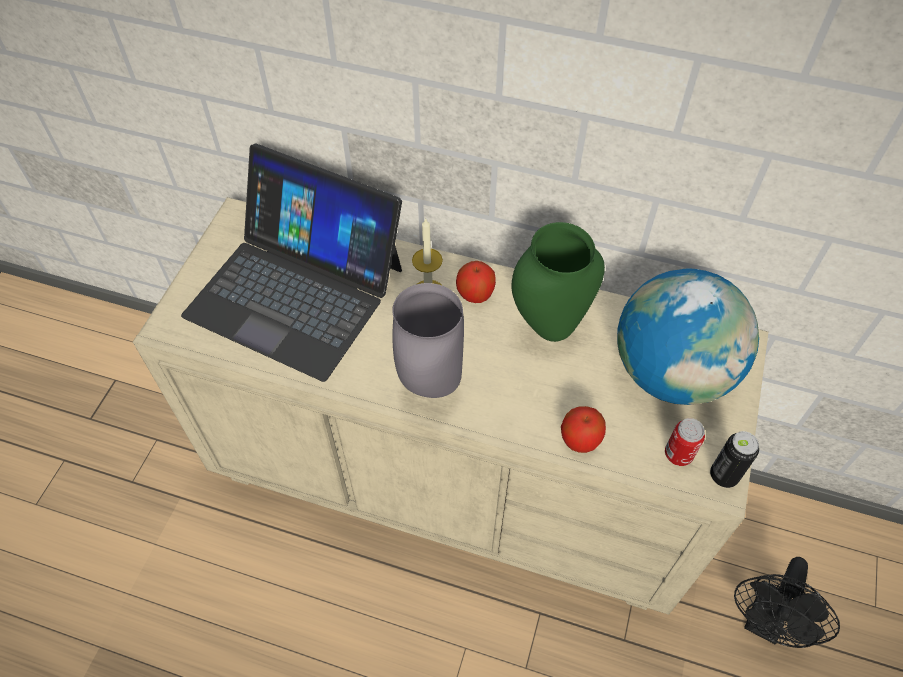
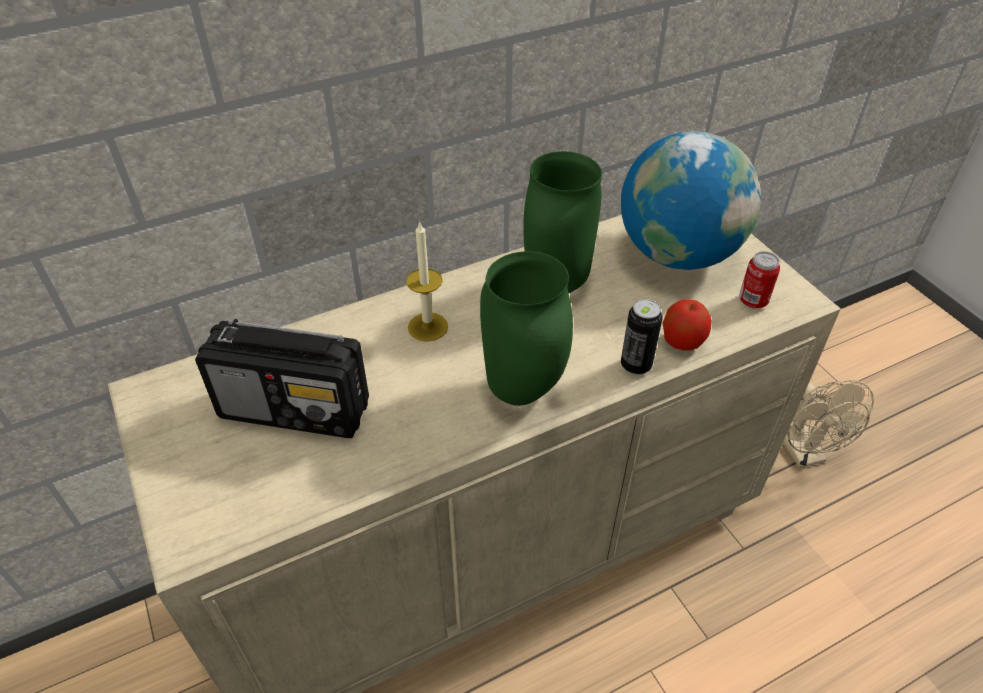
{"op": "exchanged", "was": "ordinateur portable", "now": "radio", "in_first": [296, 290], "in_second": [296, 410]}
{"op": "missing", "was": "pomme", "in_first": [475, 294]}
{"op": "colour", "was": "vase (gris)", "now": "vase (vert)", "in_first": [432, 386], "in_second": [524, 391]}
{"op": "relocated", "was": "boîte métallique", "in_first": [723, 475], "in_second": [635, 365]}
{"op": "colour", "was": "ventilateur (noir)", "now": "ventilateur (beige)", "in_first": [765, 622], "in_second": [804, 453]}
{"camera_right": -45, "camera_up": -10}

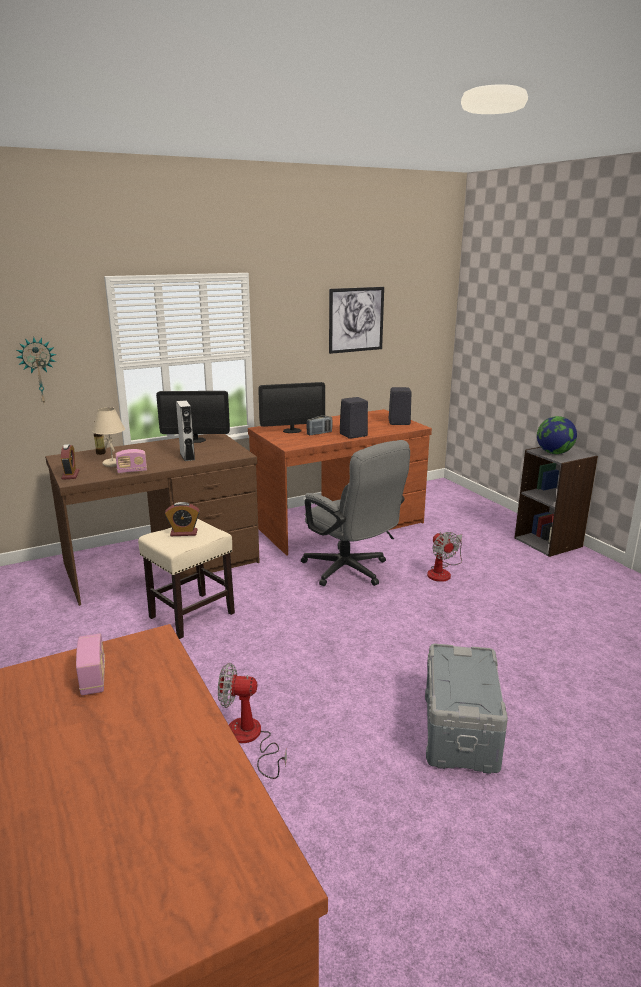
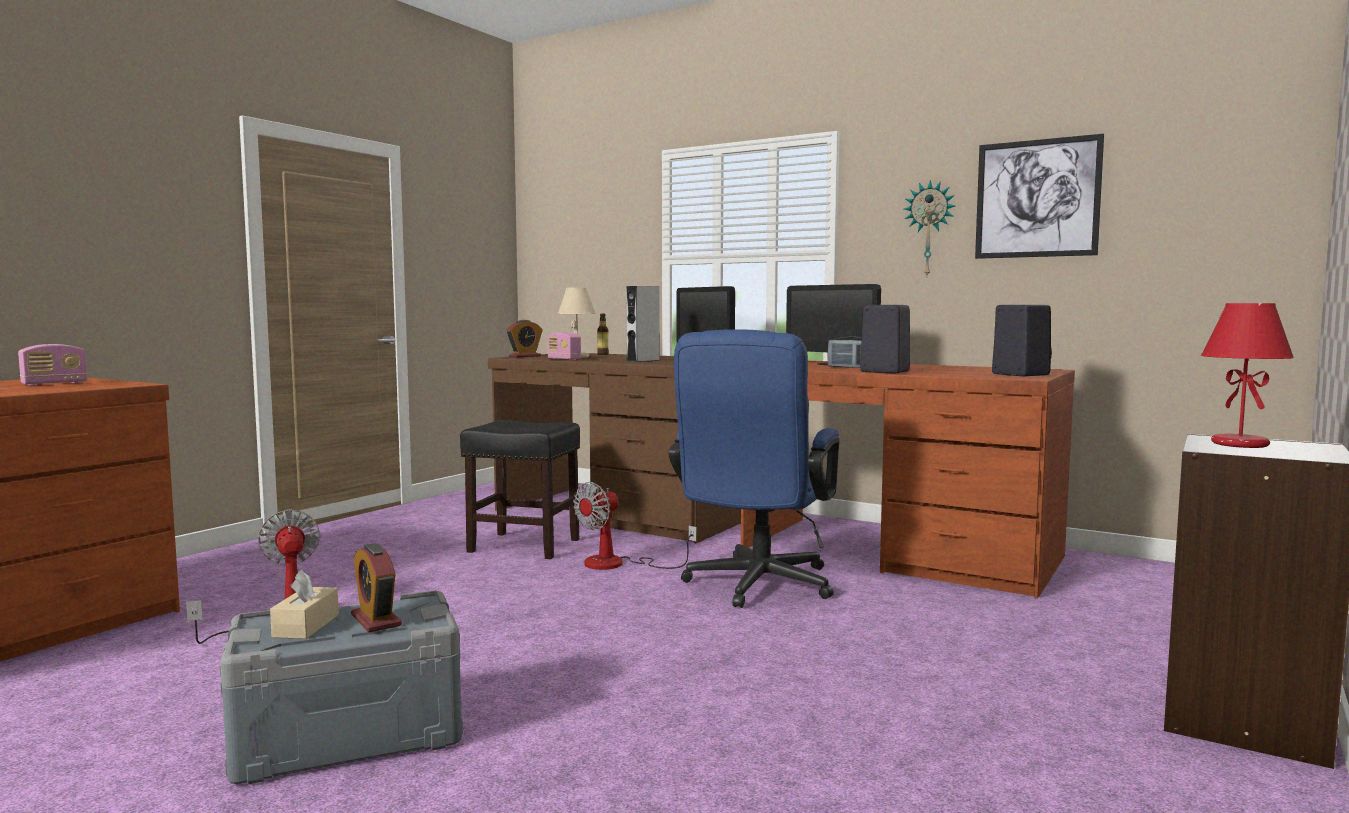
{"op": "relocated", "was": "horloge murale", "in_first": [38, 370], "in_second": [929, 229]}
{"op": "exchanged", "was": "globe", "now": "lampe de table (rouge)", "in_first": [554, 453], "in_second": [1238, 444]}
{"op": "colour", "was": "chaise de bureau (gris)", "now": "chaise de bureau (bleu)", "in_first": [351, 572], "in_second": [755, 587]}
{"op": "relocated", "was": "réveil", "in_first": [184, 533], "in_second": [376, 620]}
{"op": "colour", "was": "tabouret (beige)", "now": "tabouret (noir)", "in_first": [191, 615], "in_second": [522, 545]}
{"op": "relocated", "was": "ventilateur", "in_first": [442, 572], "in_second": [618, 564]}
{"op": "appeared", "now": "boîte à mouchoirs (beige)", "in_second": [306, 626]}
{"camera_right": 60, "camera_up": -15}

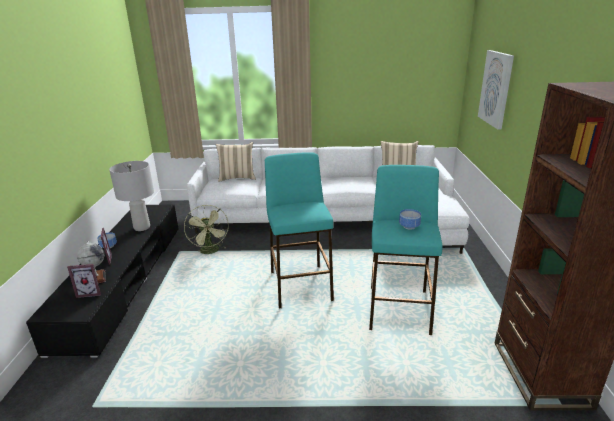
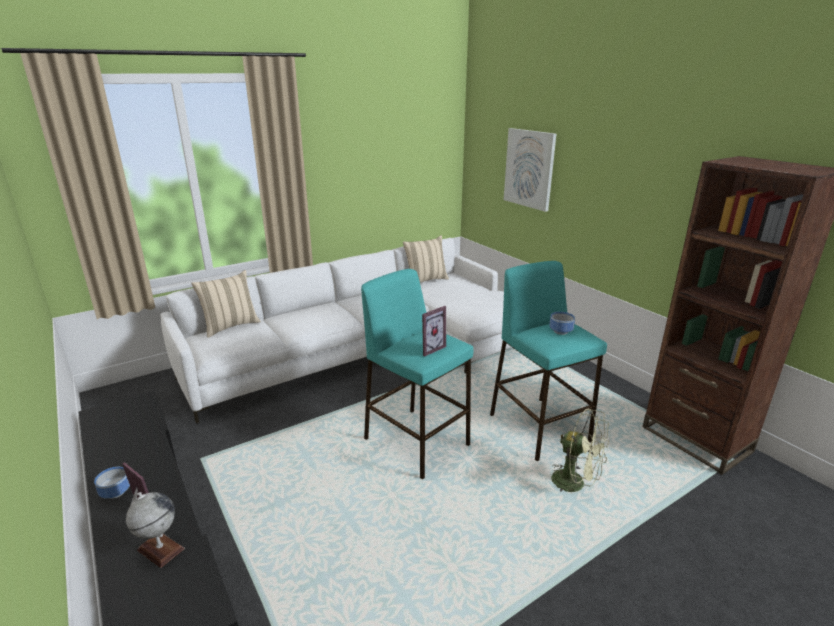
{"op": "missing", "was": "lampe de table (gris)", "in_first": [142, 227]}
{"op": "relocated", "was": "ventilateur (vert)", "in_first": [211, 252], "in_second": [575, 483]}
{"op": "relocated", "was": "cadre photo", "in_first": [90, 292], "in_second": [429, 348]}
{"camera_right": -35, "camera_up": 0}

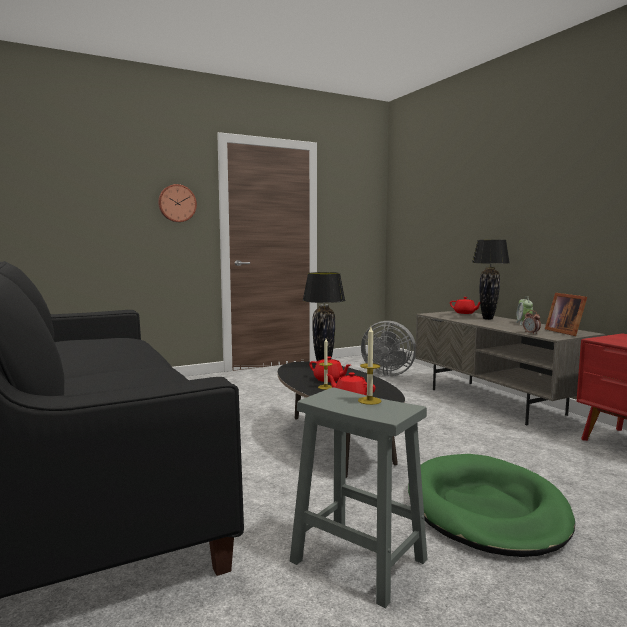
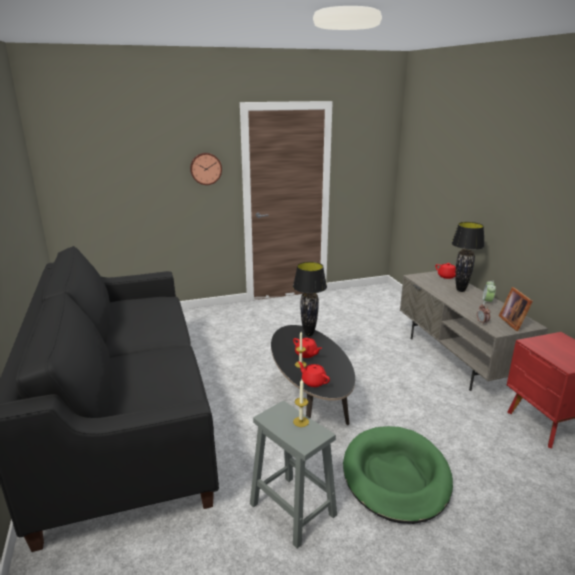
{"op": "missing", "was": "ventilateur (gris)", "in_first": [387, 373]}
{"camera_right": 10, "camera_up": 15}

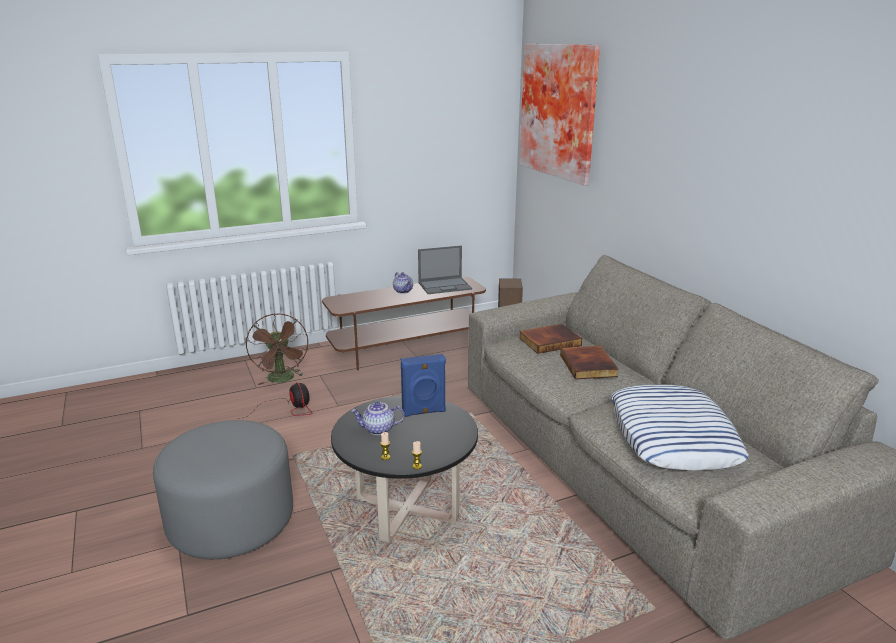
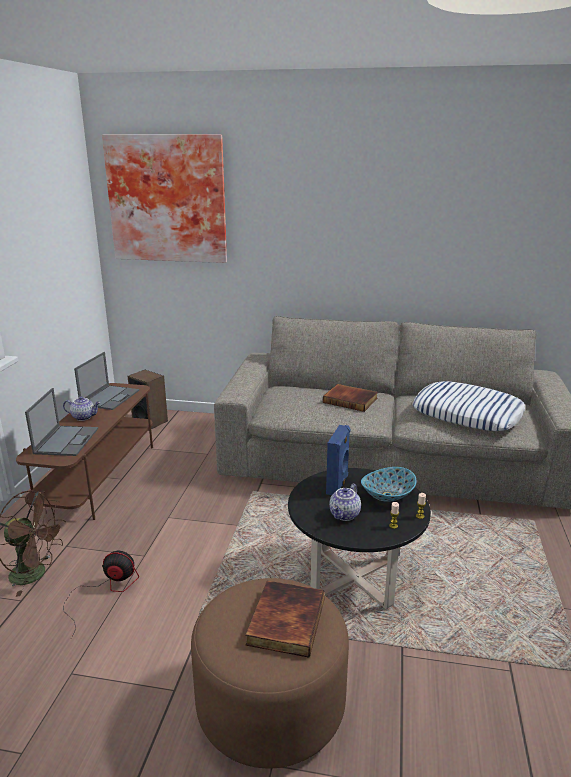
{"op": "relocated", "was": "livre", "in_first": [549, 341], "in_second": [284, 620]}
{"op": "colour", "was": "pouf (gris)", "now": "pouf (marron)", "in_first": [231, 521], "in_second": [271, 703]}
{"op": "appeared", "now": "ordinateur portable", "in_second": [66, 440]}
{"op": "appeared", "now": "bol", "in_second": [388, 496]}
{"camera_right": -55, "camera_up": 0}

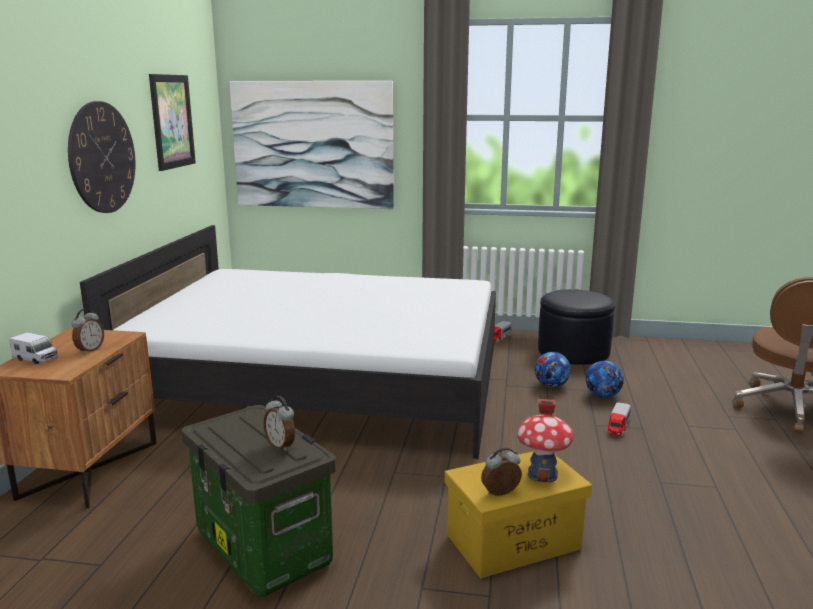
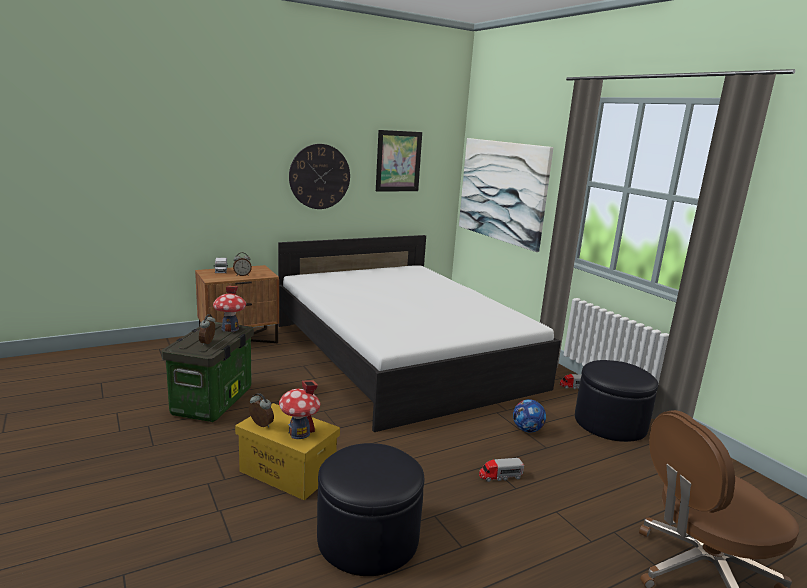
{"op": "missing", "was": "ballon de foot", "in_first": [603, 395]}
{"op": "appeared", "now": "maison miniature", "in_second": [230, 329]}
{"op": "appeared", "now": "pouf (noir)", "in_second": [368, 538]}
{"camera_right": 50, "camera_up": 0}

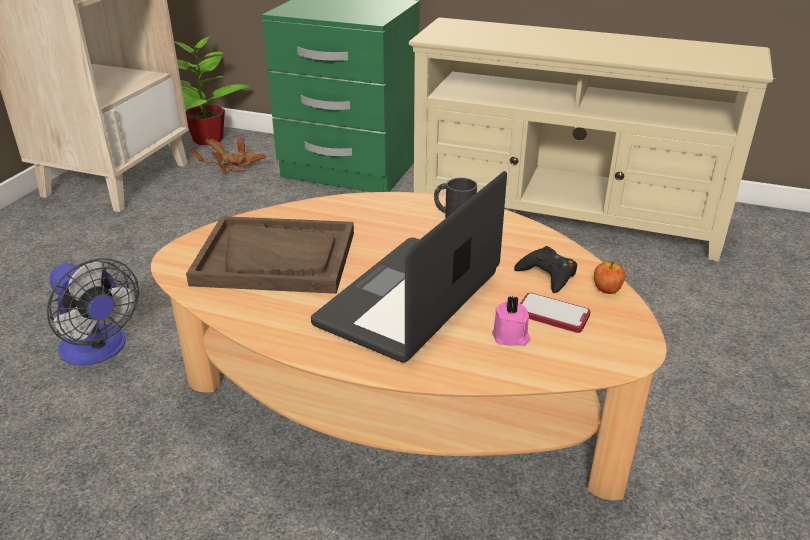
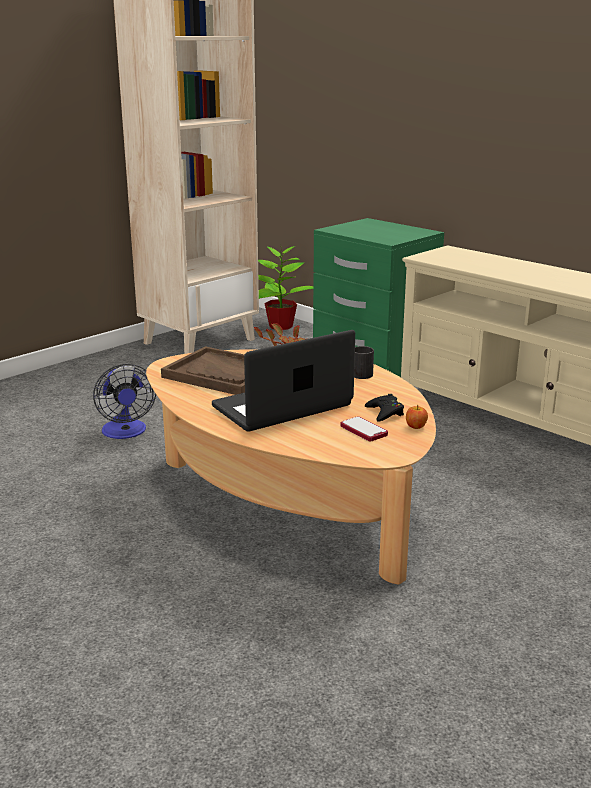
{"op": "missing", "was": "bougie (rose)", "in_first": [511, 337]}
{"camera_right": 25, "camera_up": -10}

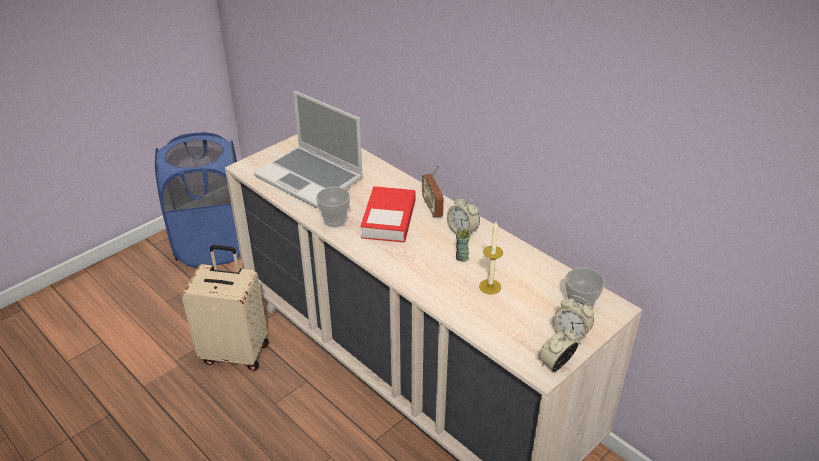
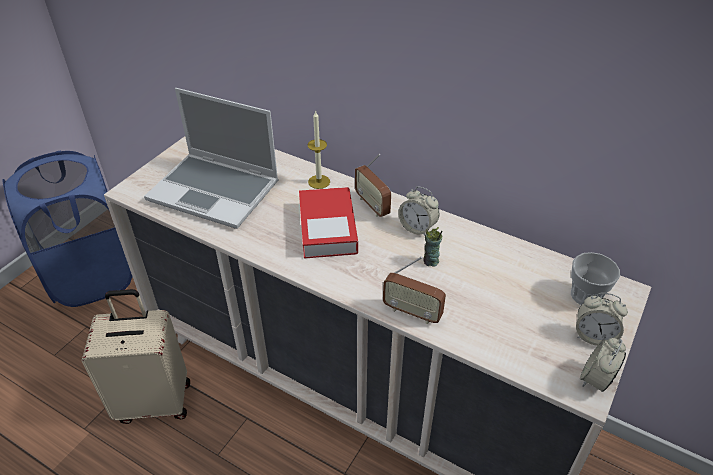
{"op": "missing", "was": "tasse", "in_first": [334, 220]}
{"op": "relocated", "was": "bougie", "in_first": [490, 286], "in_second": [319, 182]}
{"op": "appeared", "now": "radio", "in_second": [412, 312]}
{"camera_right": -15, "camera_up": 5}

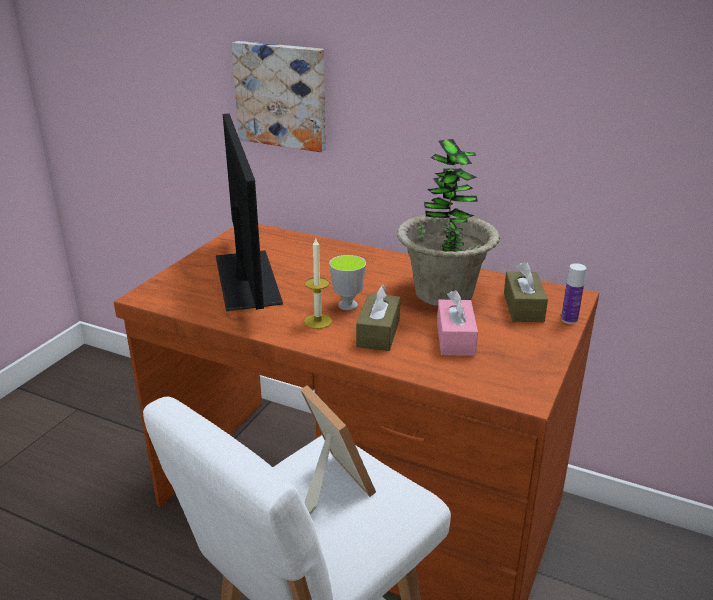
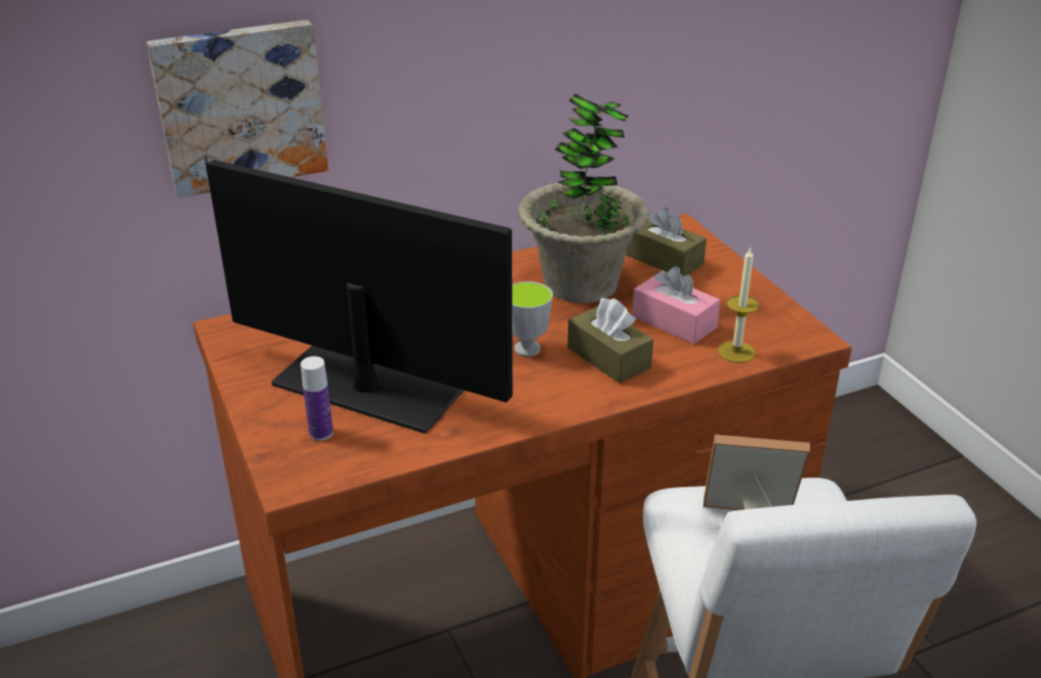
{"op": "relocated", "was": "bougie", "in_first": [318, 321], "in_second": [736, 352]}
{"op": "relocated", "was": "bouteille", "in_first": [569, 319], "in_second": [321, 433]}
{"camera_right": -50, "camera_up": 5}

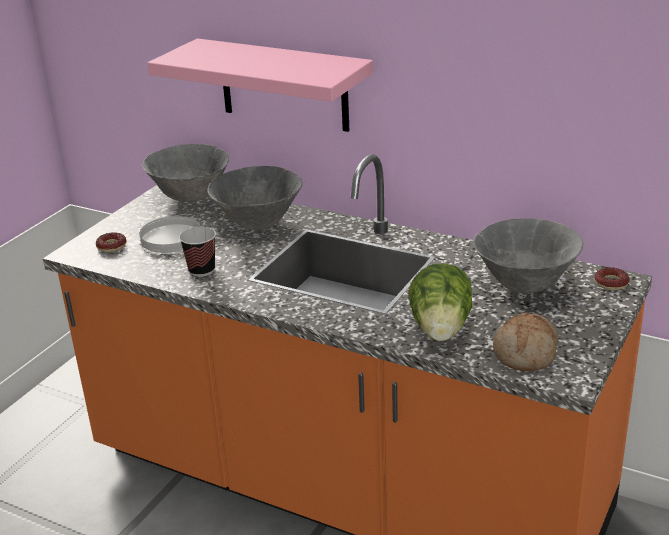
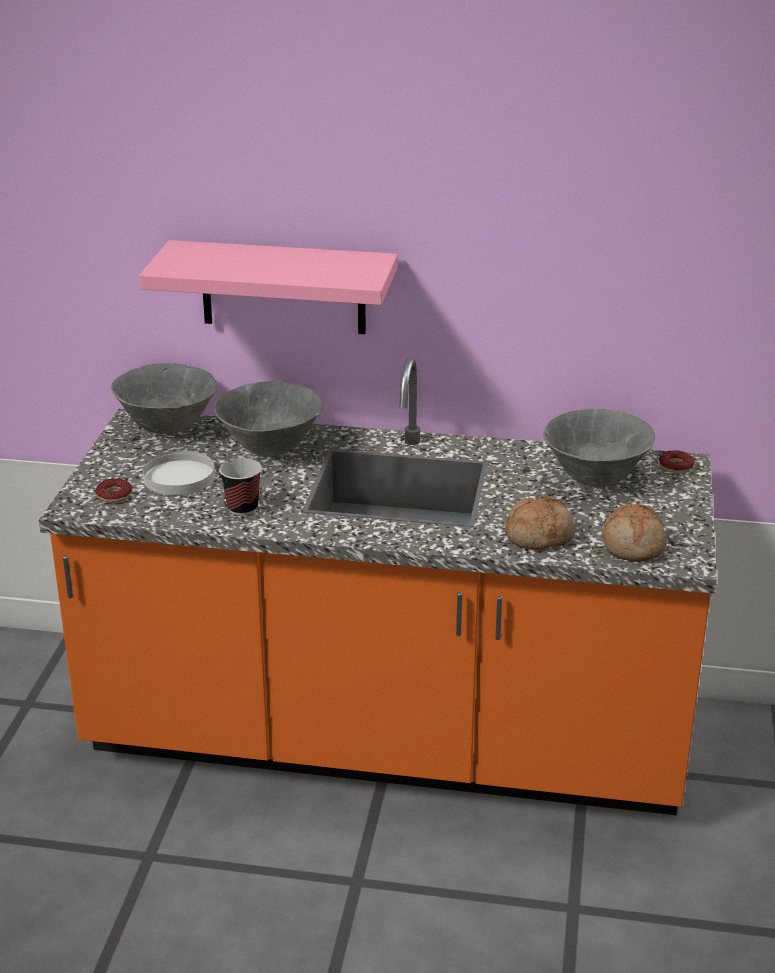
{"op": "exchanged", "was": "laitue", "now": "pain", "in_first": [441, 330], "in_second": [539, 535]}
{"camera_right": -20, "camera_up": 0}

